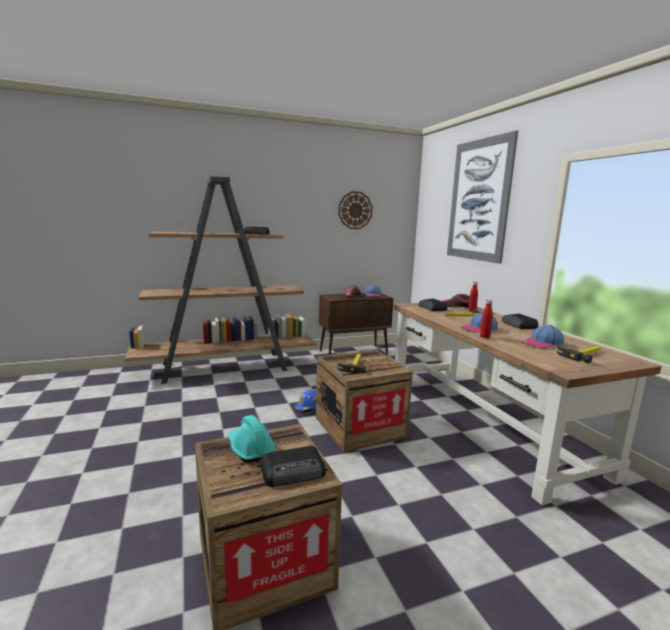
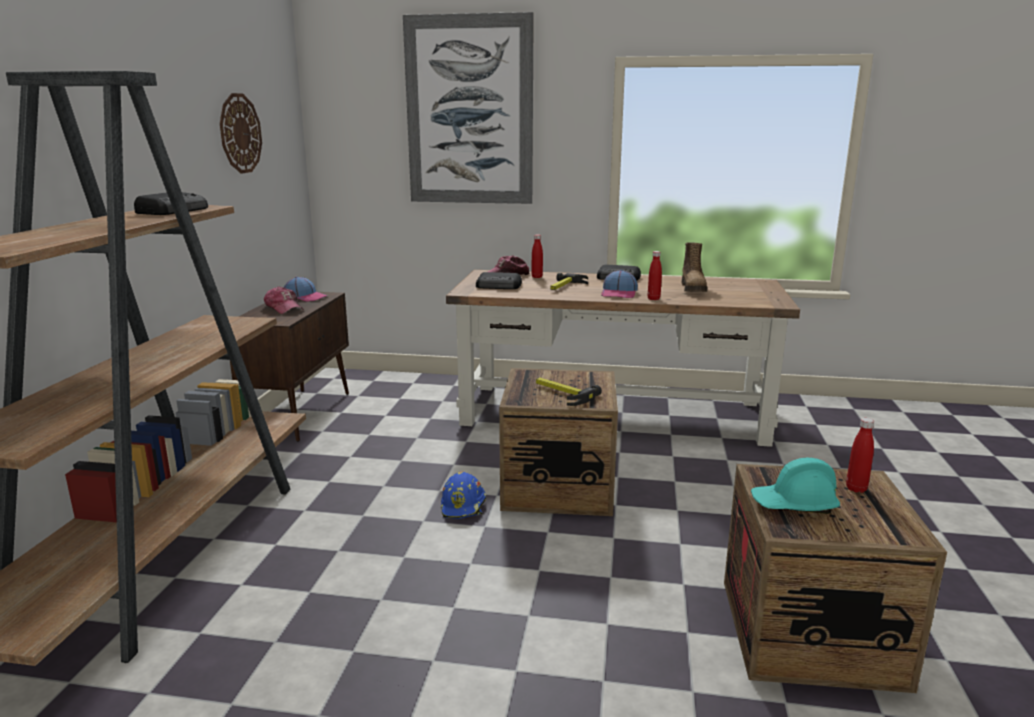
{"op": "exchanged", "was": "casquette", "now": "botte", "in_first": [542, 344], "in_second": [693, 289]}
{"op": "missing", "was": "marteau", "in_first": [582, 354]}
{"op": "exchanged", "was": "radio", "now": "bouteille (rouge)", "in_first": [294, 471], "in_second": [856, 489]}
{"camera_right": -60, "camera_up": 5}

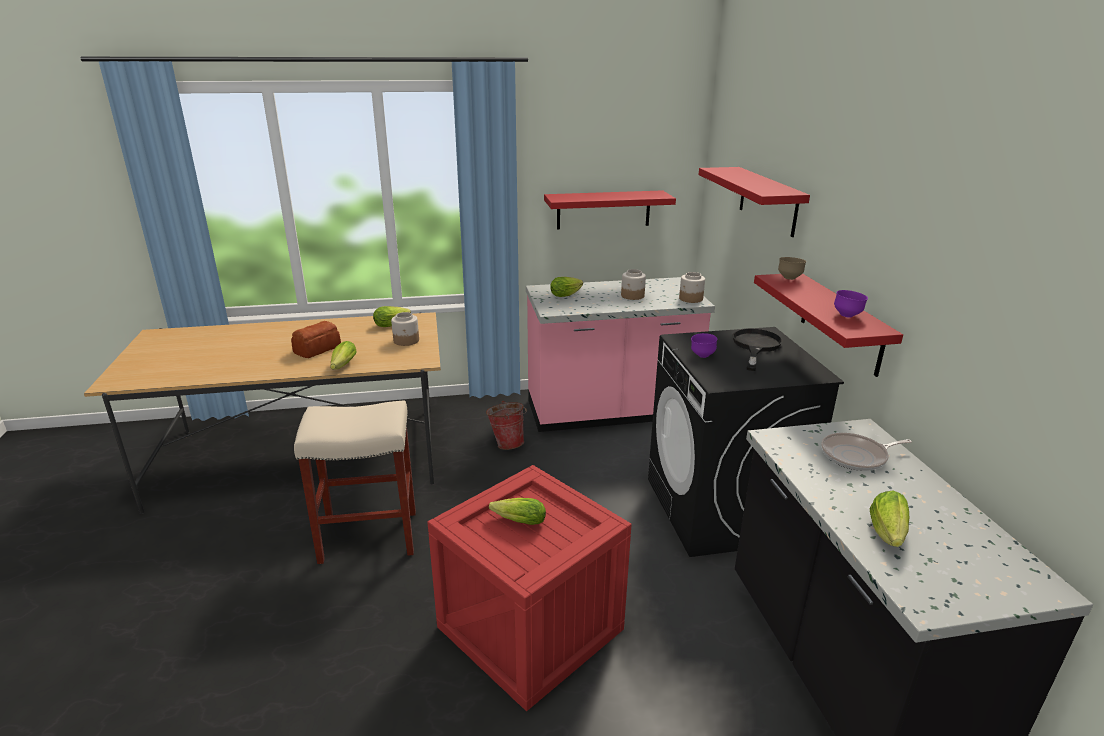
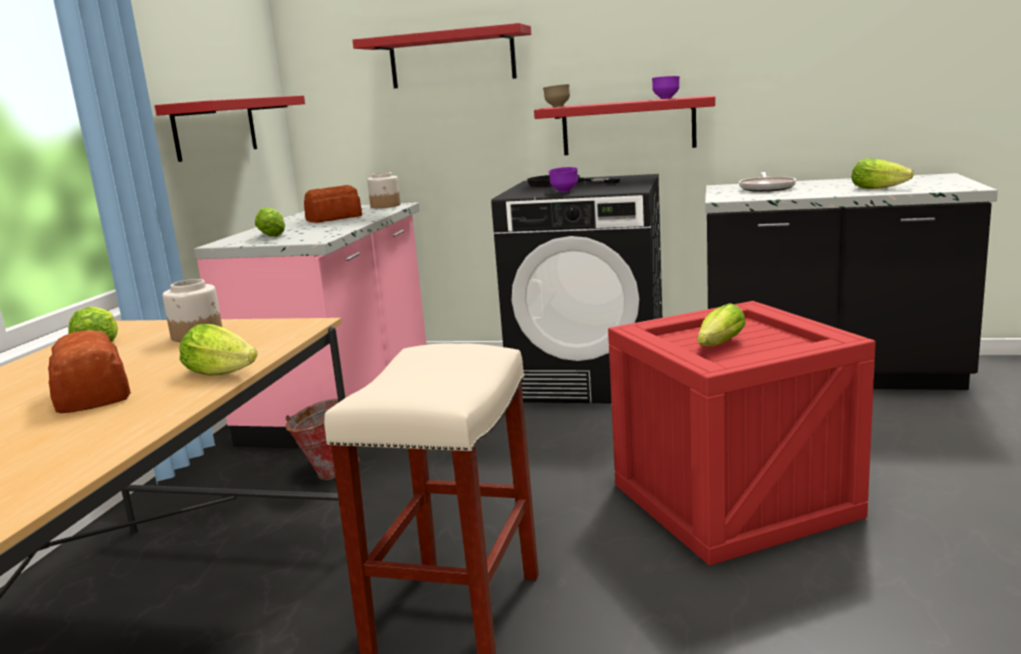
{"op": "exchanged", "was": "bocal", "now": "pain", "in_first": [632, 296], "in_second": [335, 218]}
{"camera_right": -65, "camera_up": -10}

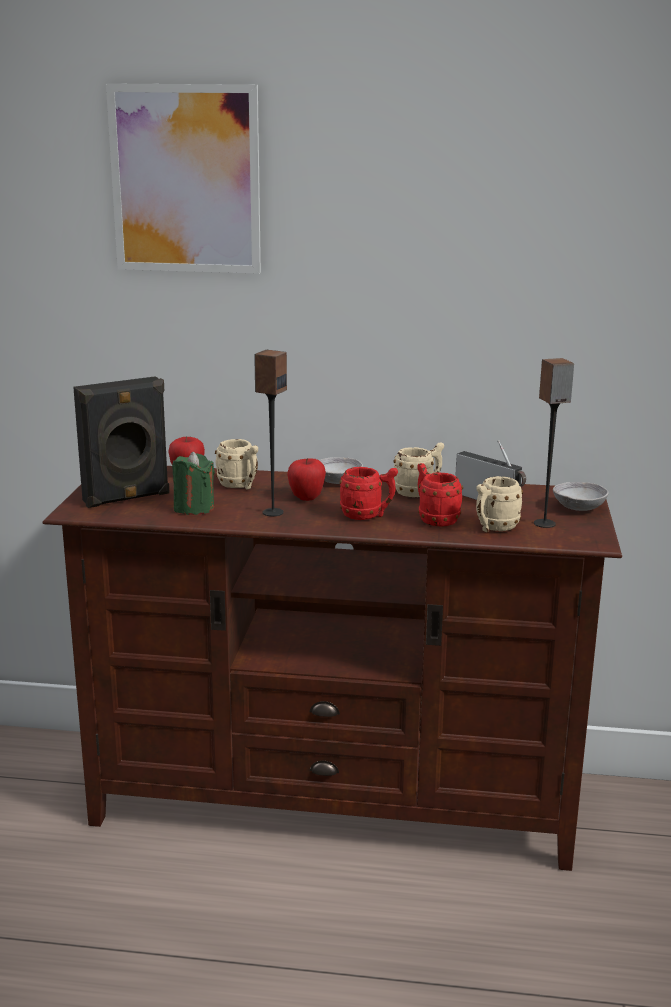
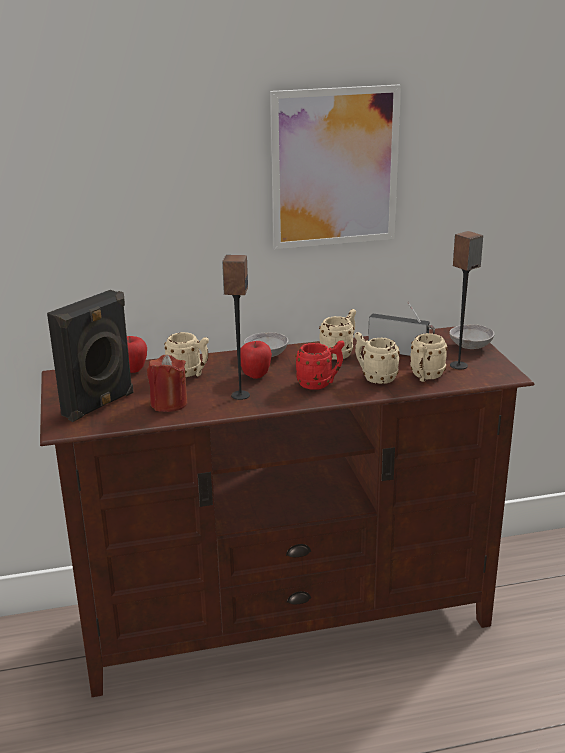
{"op": "relocated", "was": "tableau", "in_first": [185, 180], "in_second": [334, 168]}
{"op": "colour", "was": "bougie (vert)", "now": "bougie (rouge)", "in_first": [194, 508], "in_second": [169, 404]}
{"op": "colour", "was": "mug (rouge)", "now": "mug (beige)", "in_first": [434, 519], "in_second": [374, 377]}
{"camera_right": -20, "camera_up": 5}

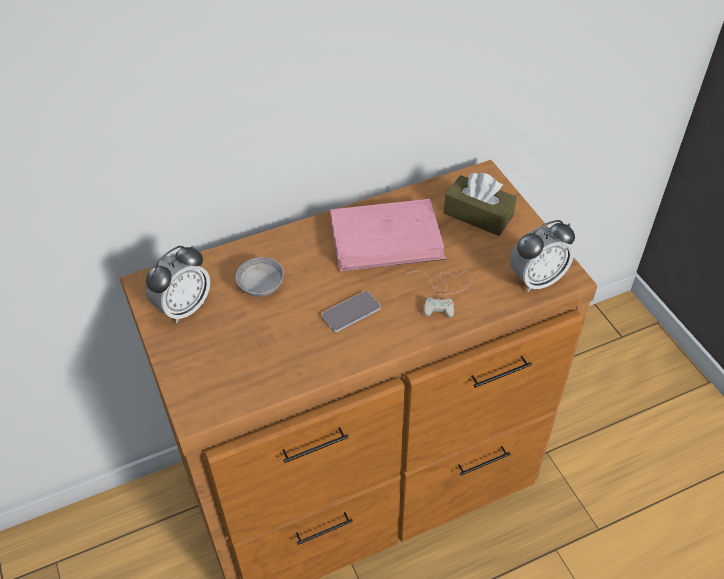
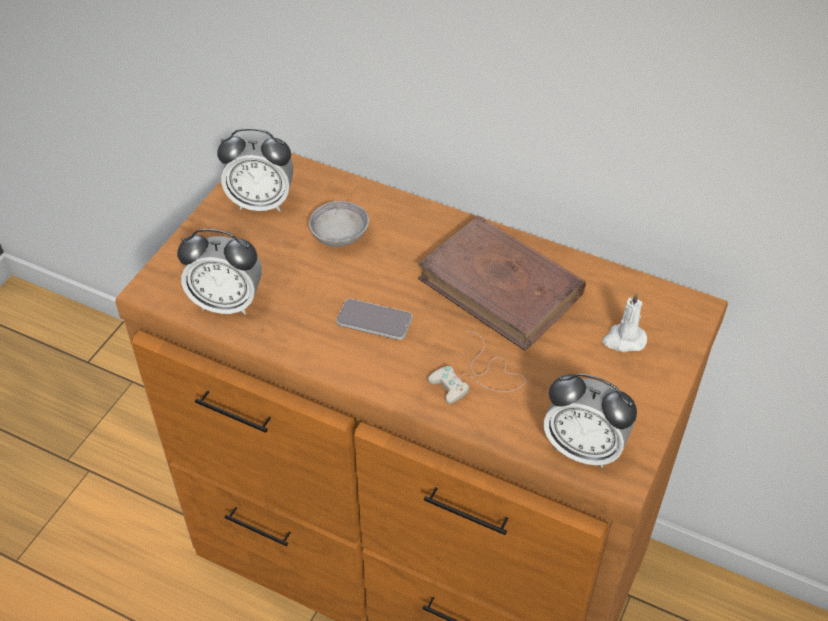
{"op": "exchanged", "was": "boîte à mouchoirs (marron)", "now": "bougie (blanc)", "in_first": [478, 215], "in_second": [624, 340]}
{"op": "colour", "was": "livre (rose)", "now": "livre (marron)", "in_first": [386, 239], "in_second": [501, 287]}
{"op": "appeared", "now": "réveil", "in_second": [227, 303]}
{"camera_right": 50, "camera_up": 0}

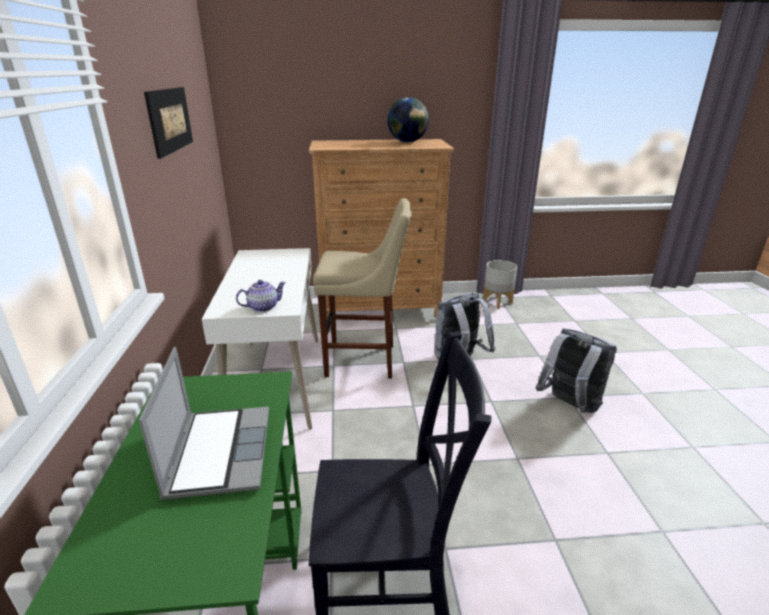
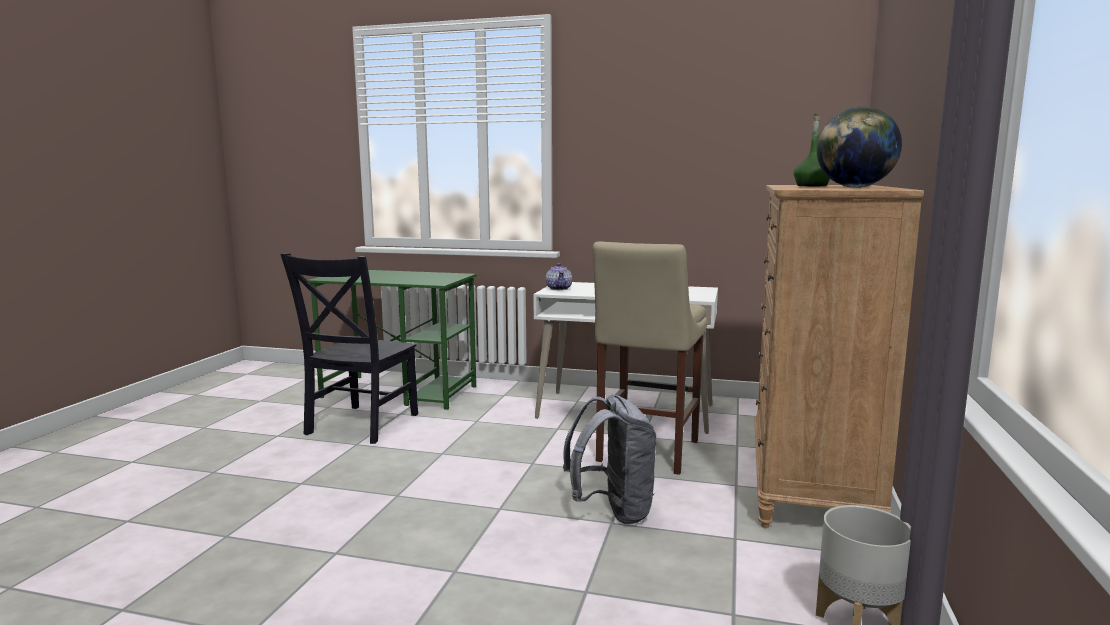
{"op": "missing", "was": "tableau", "in_first": [170, 120]}
{"op": "missing", "was": "sac à dos (gris)", "in_first": [569, 406]}
{"op": "missing", "was": "ordinateur portable", "in_first": [219, 451]}
{"op": "appeared", "now": "bouteille (vert)", "in_second": [811, 186]}
{"camera_right": 110, "camera_up": -15}

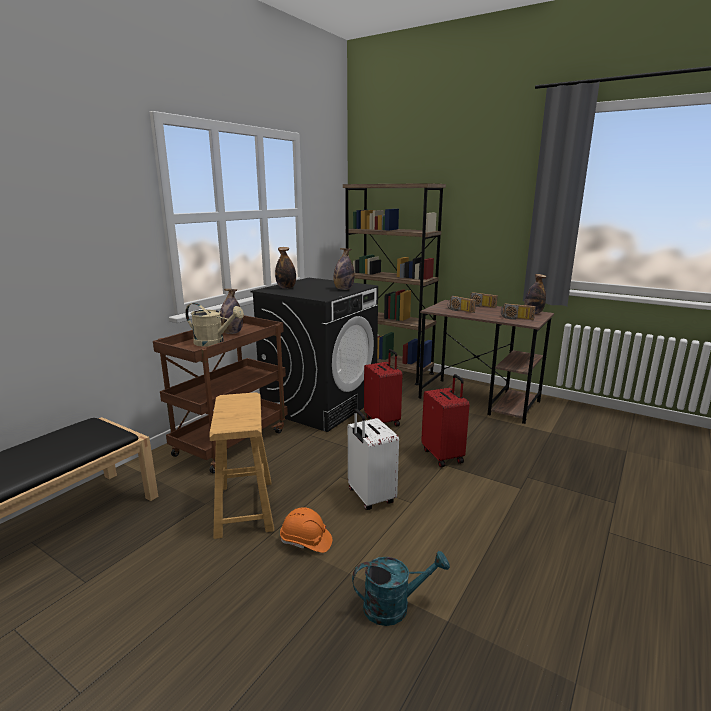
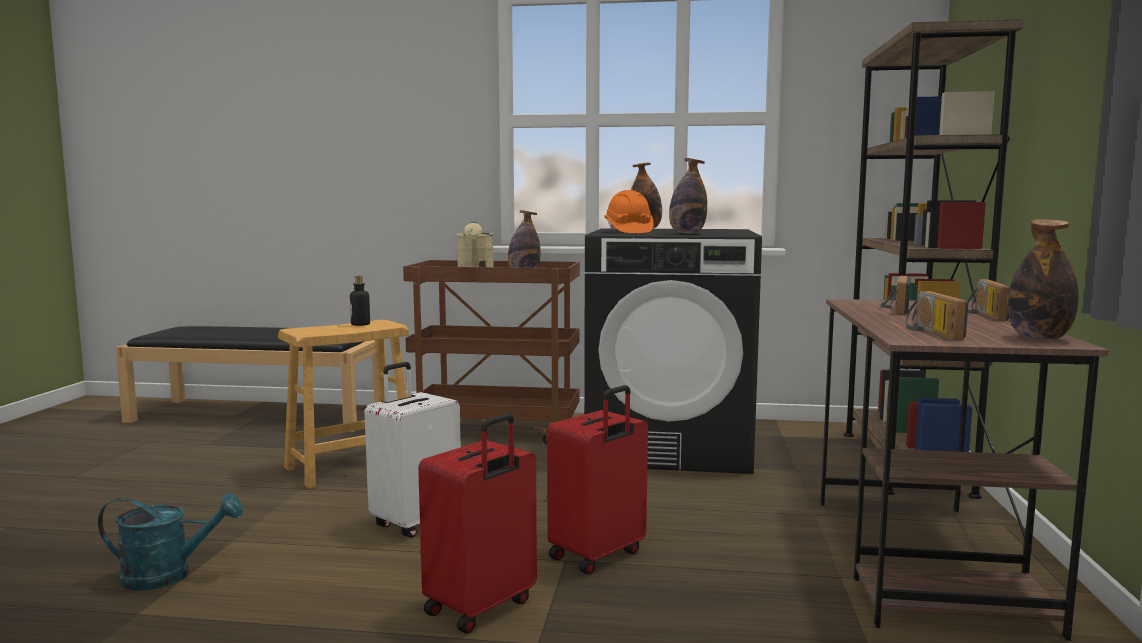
{"op": "relocated", "was": "valise (rouge)", "in_first": [383, 421], "in_second": [481, 608]}
{"op": "relocated", "was": "casque de chantier (orange)", "in_first": [306, 541], "in_second": [628, 232]}
{"op": "spun", "was": "arrosoir (turquoise)", "in_first": [394, 606], "in_second": [169, 575], "clockwise": -60}
{"op": "appeared", "now": "bouteille", "in_second": [360, 324]}
{"camera_right": 65, "camera_up": -10}

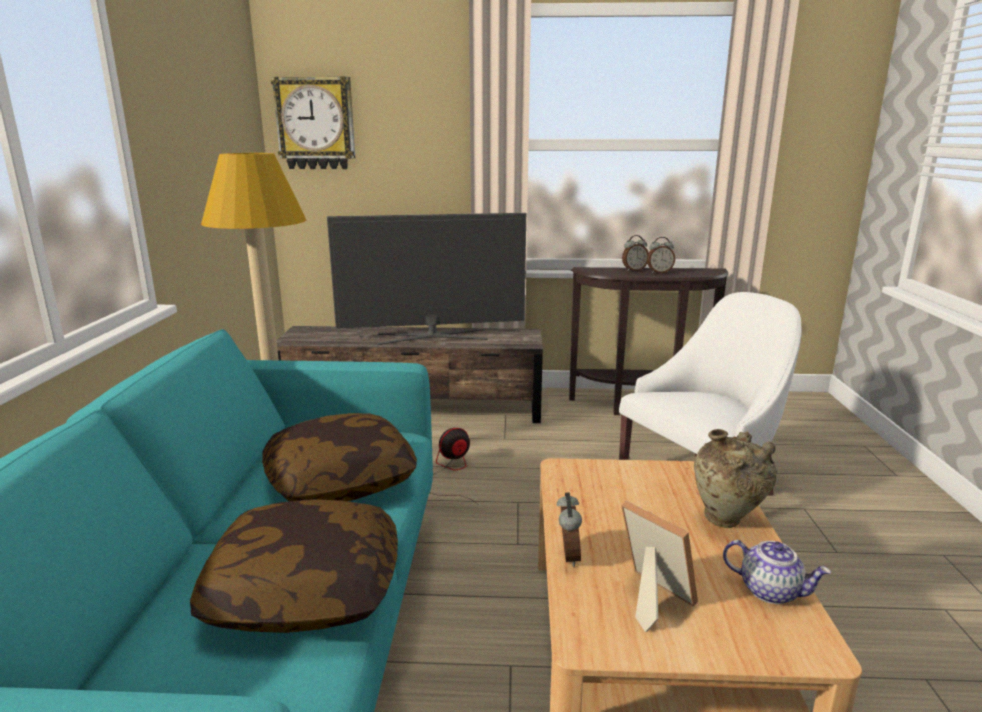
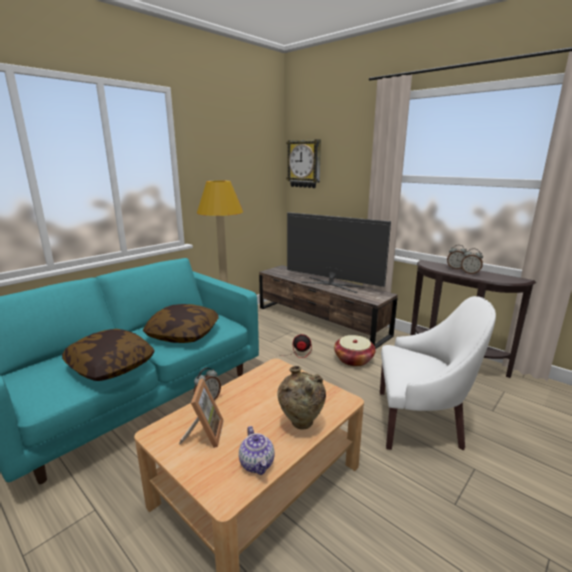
{"op": "appeared", "now": "panier", "in_second": [353, 359]}
{"camera_right": 40, "camera_up": 0}

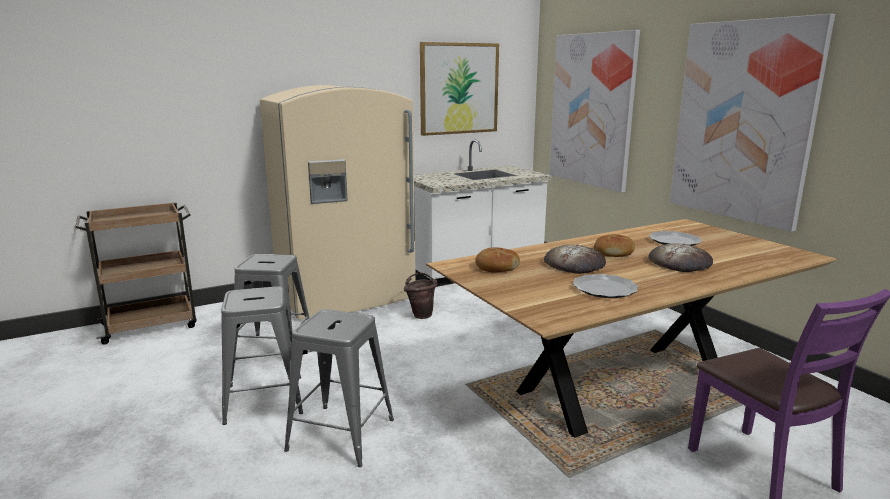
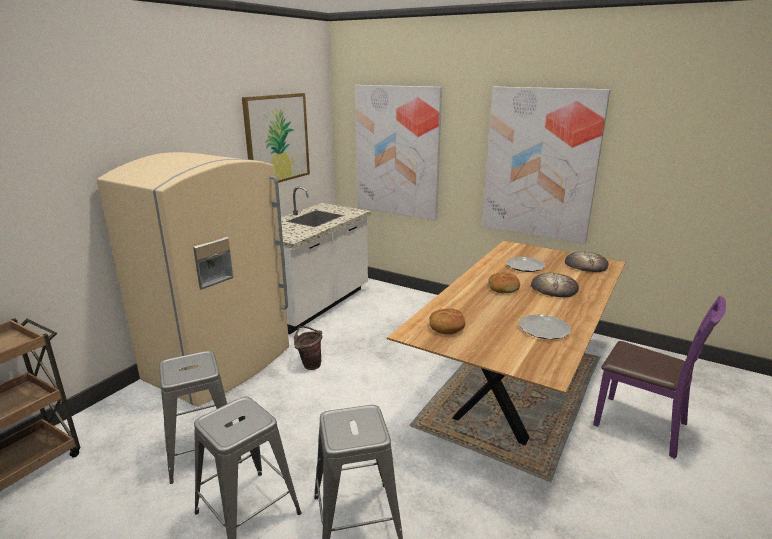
{"op": "relocated", "was": "pain", "in_first": [574, 264], "in_second": [586, 265]}
{"camera_right": -30, "camera_up": 5}

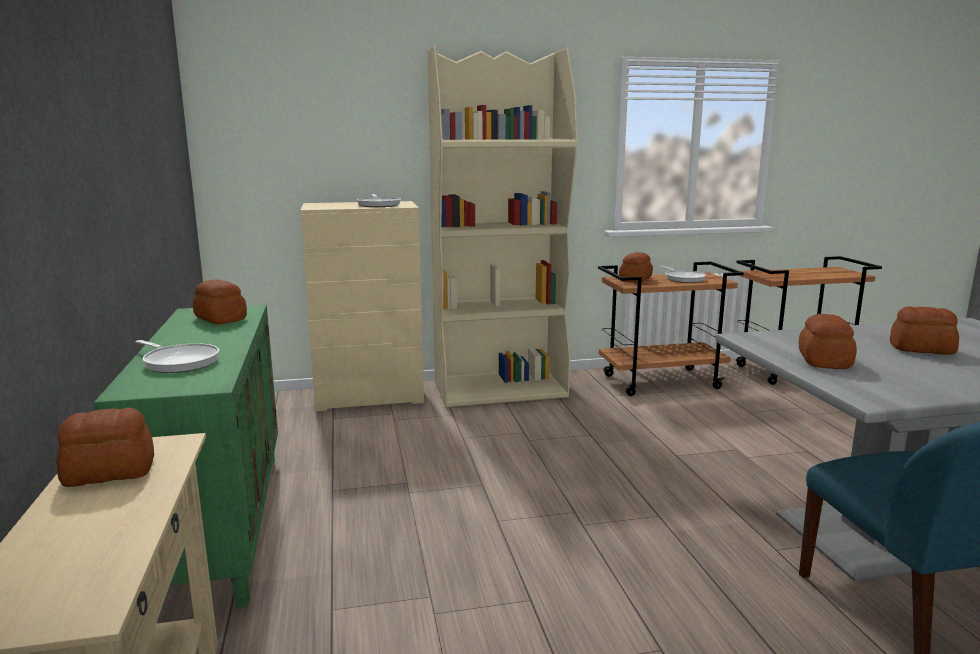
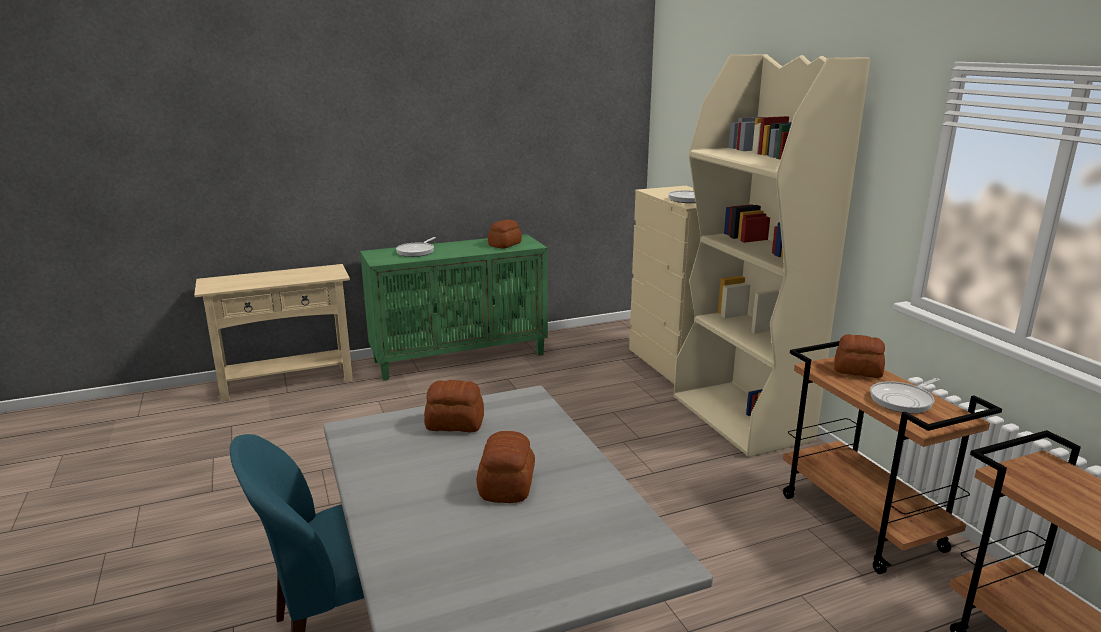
{"op": "missing", "was": "pain", "in_first": [110, 472]}
{"camera_right": 80, "camera_up": 5}

